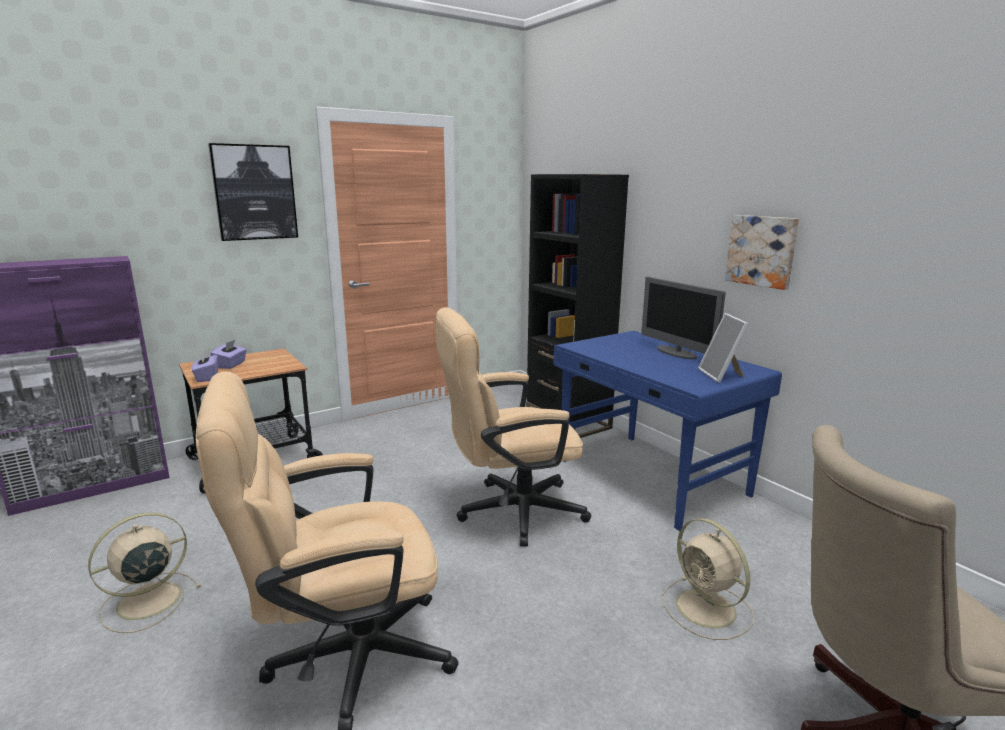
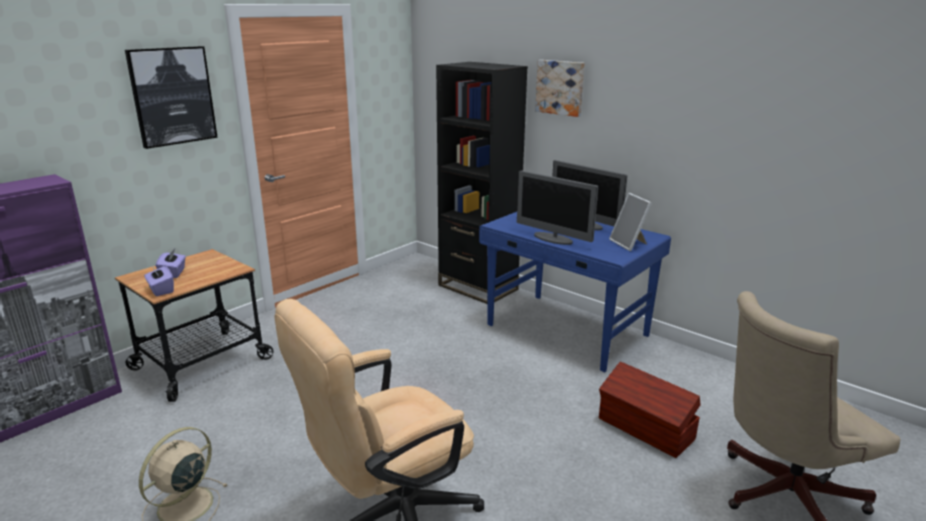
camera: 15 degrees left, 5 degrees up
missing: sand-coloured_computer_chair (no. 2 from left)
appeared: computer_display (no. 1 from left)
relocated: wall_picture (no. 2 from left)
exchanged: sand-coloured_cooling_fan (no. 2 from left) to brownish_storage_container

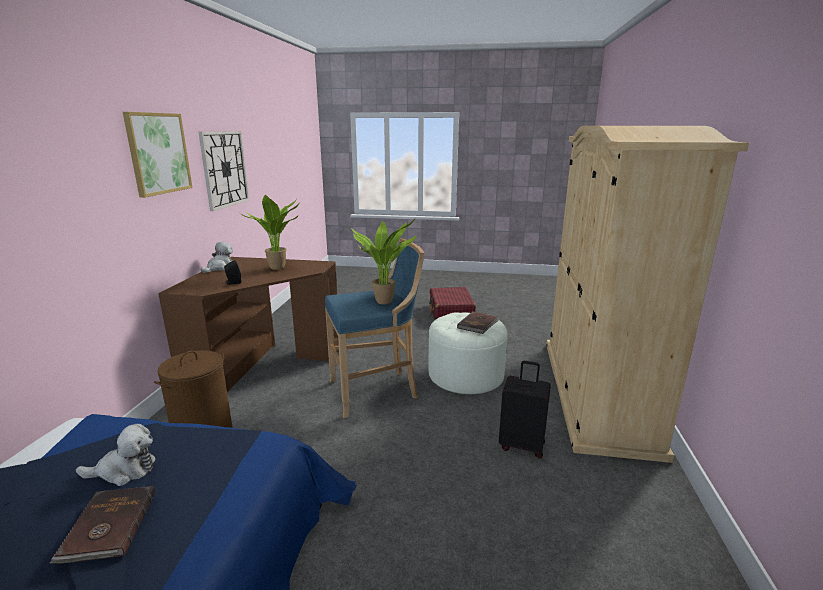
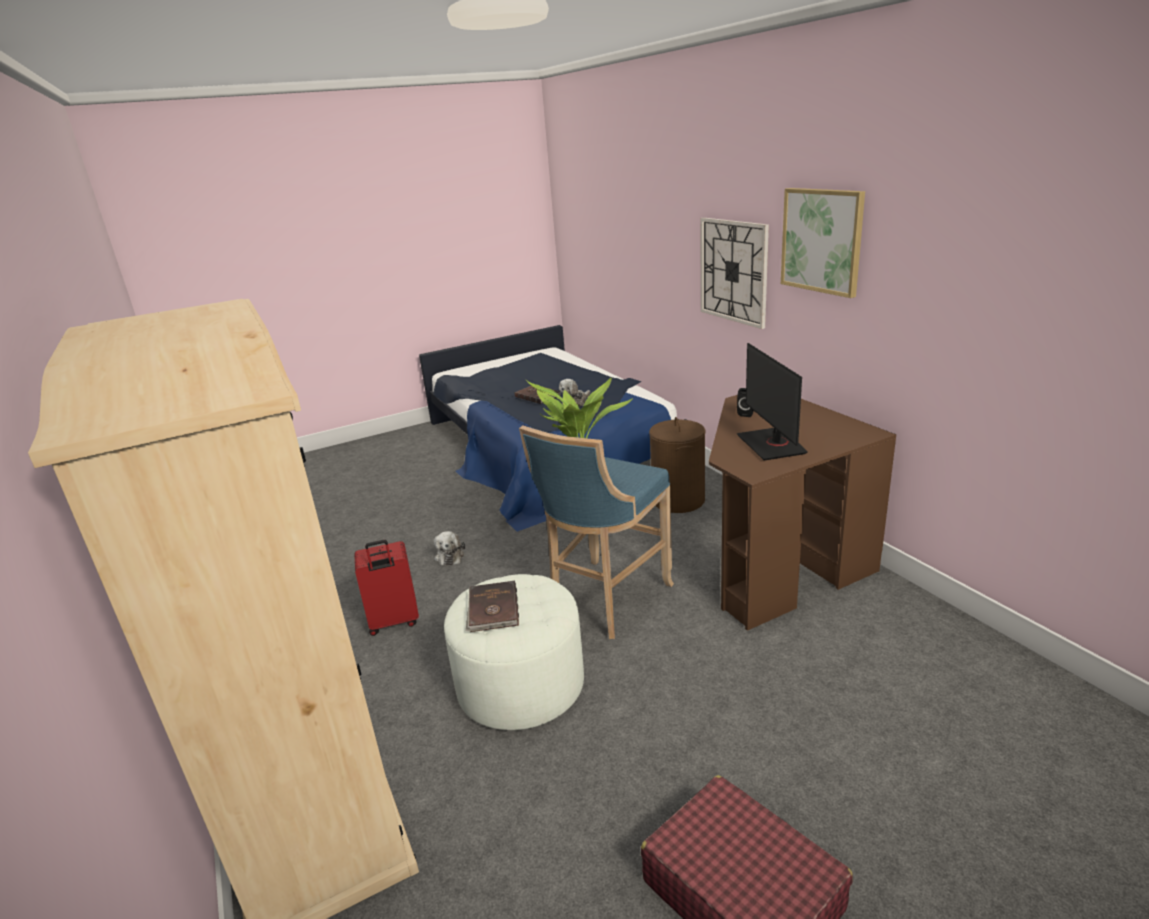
camera: 145 degrees right, 5 degrees up
relocated: wall_clock; plush_toy (no. 2 from left in the first image) to plush_toy (no. 1 from left)
exchanged: plant_in_a_pot (no. 1 from left) to computer_display
colour: blackish_suitcase to reddish_suitcase (no. 1 from left)

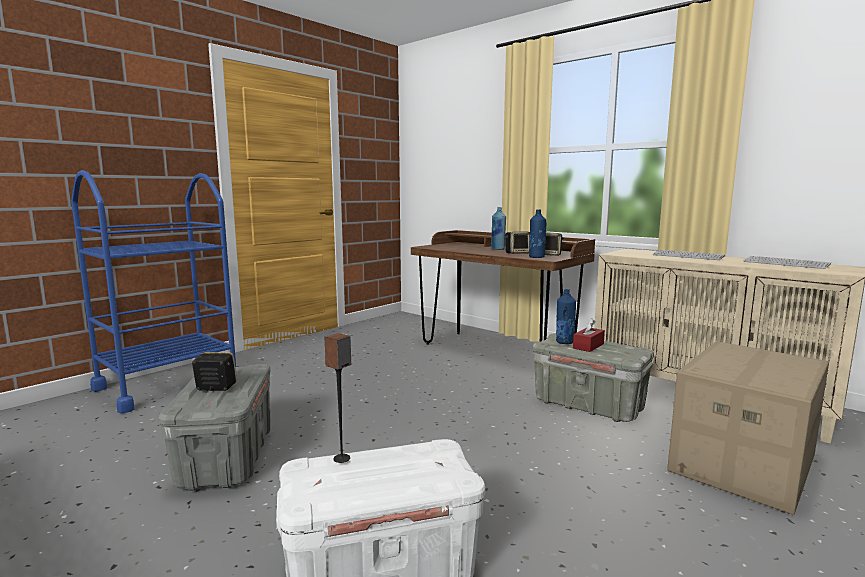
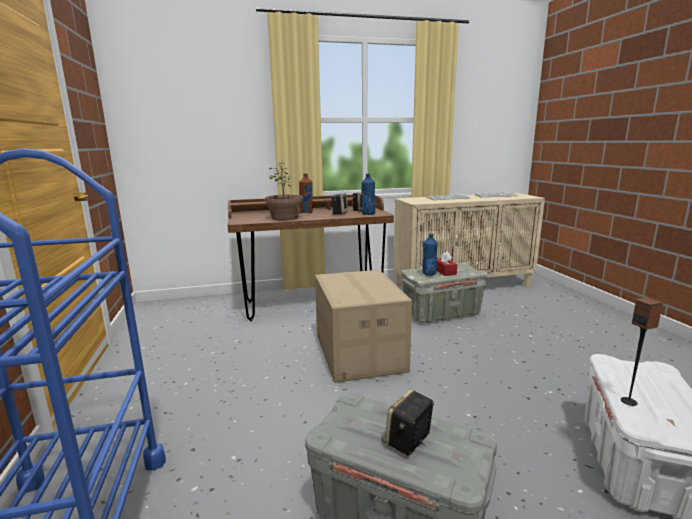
camera: 55 degrees left, 5 degrees up
appeared: plant_in_a_pot
relocated: carton
colour: blue-coloured_bottle (no. 1 from left) to brownish_bottle

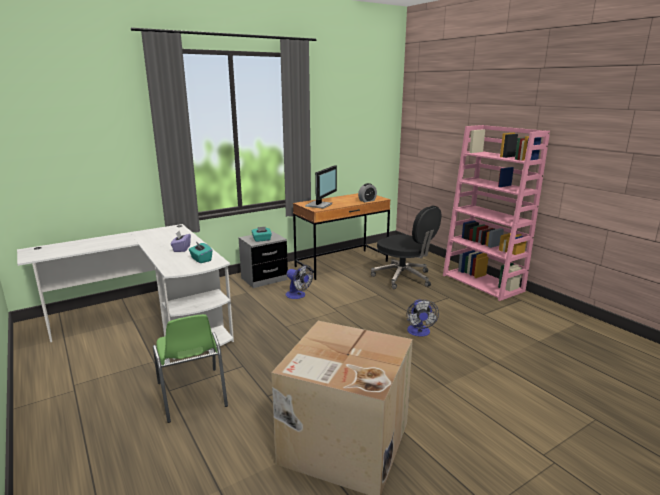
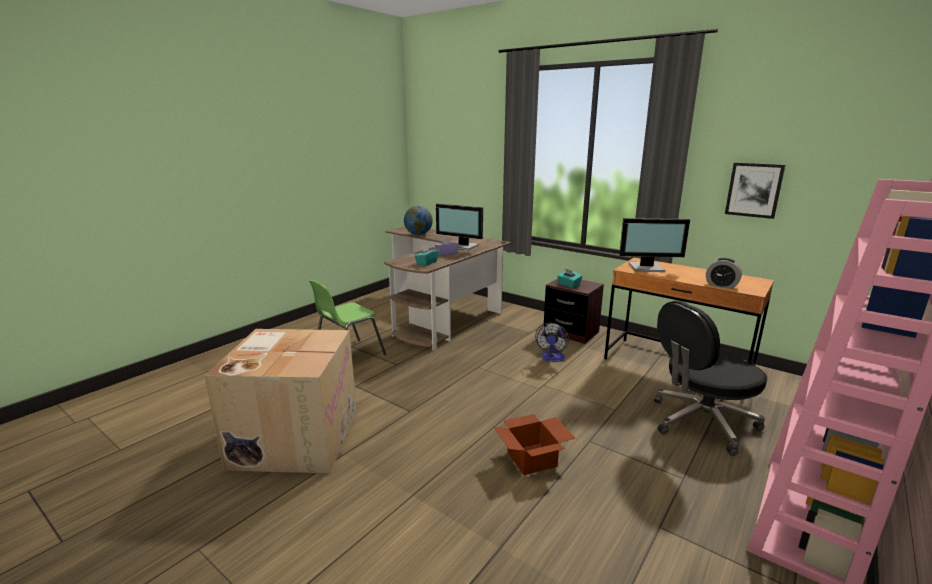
camera: 70 degrees right, 0 degrees up
appeared: wall_picture; computer_display (no. 1 from left); desk_globe
exchanged: cooling_fan (no. 2 from left) to carton (no. 2 from left)
colour: white_desk_table to brownish_desk_table (no. 1 from left); greyish_bedside_table to brownish_bedside_table
spun: blackish_computer_chair 45 degrees clockwise

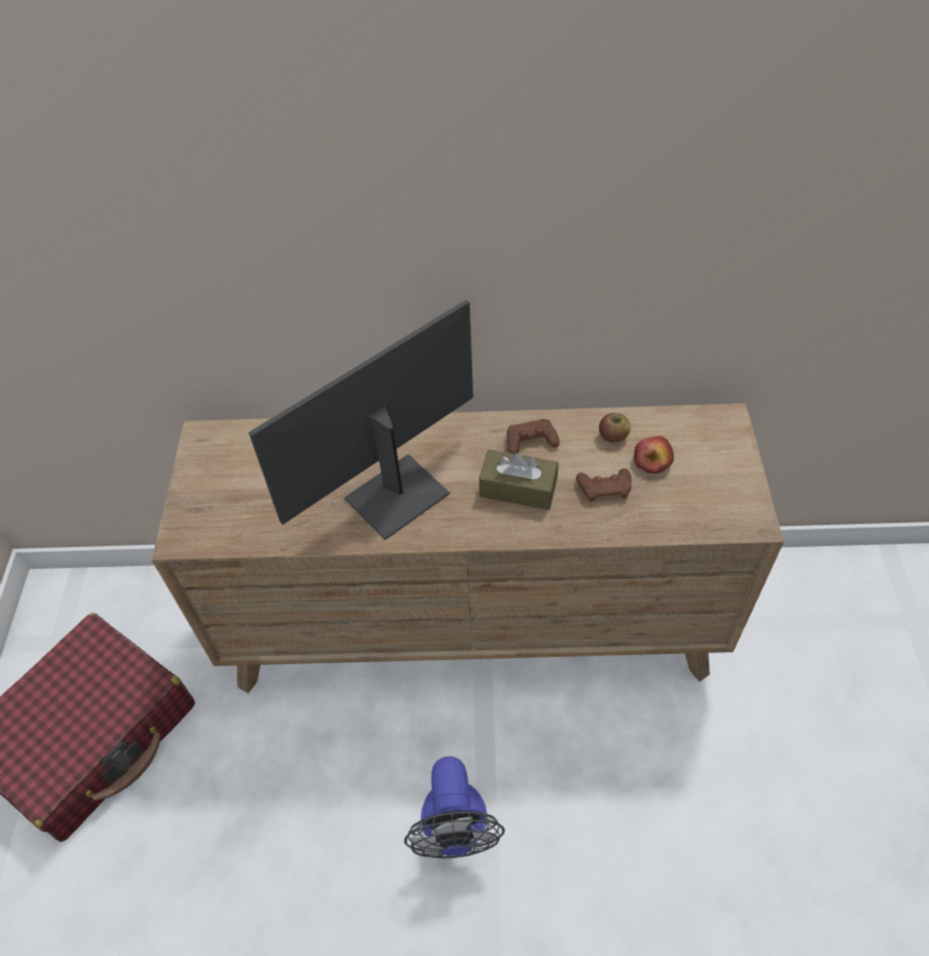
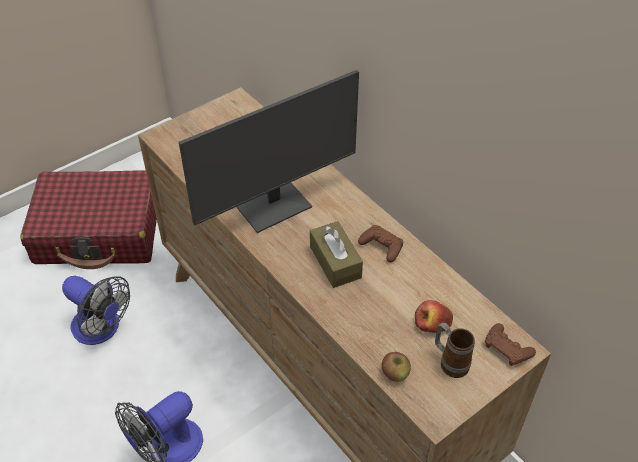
camera: 50 degrees right, 5 degrees down
appeared: cooling_fan (no. 1 from left); coffee_mug
relocated: apple_fruit (no. 1 from left); brownish_joypad (no. 2 from left)
spun: computer_display 135 degrees clockwise

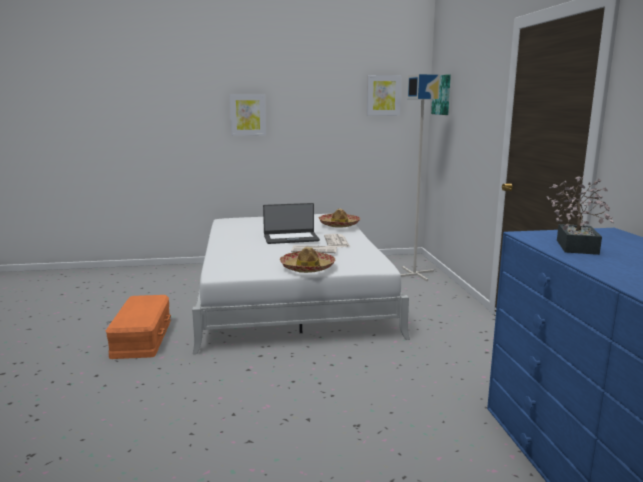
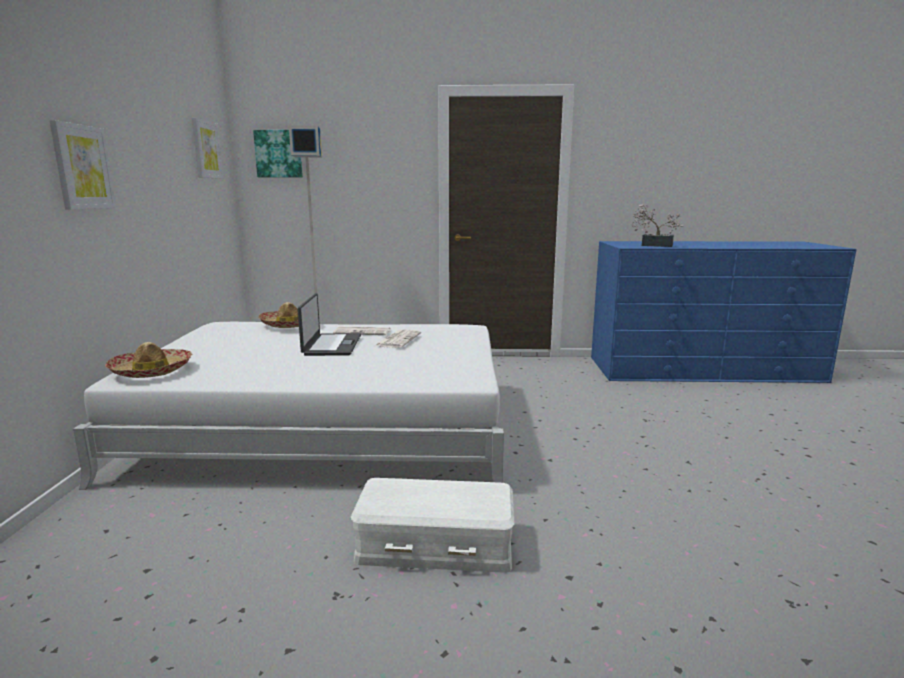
camera: 80 degrees left, 0 degrees up
relocated: hat (no. 1 from left)
colour: orangey_storage_container to white_storage_container

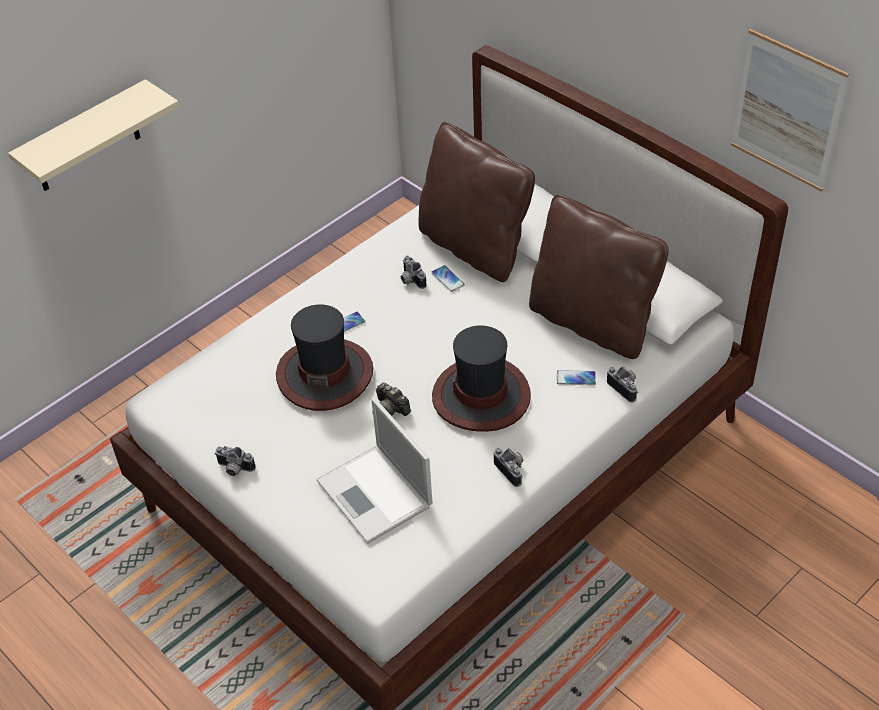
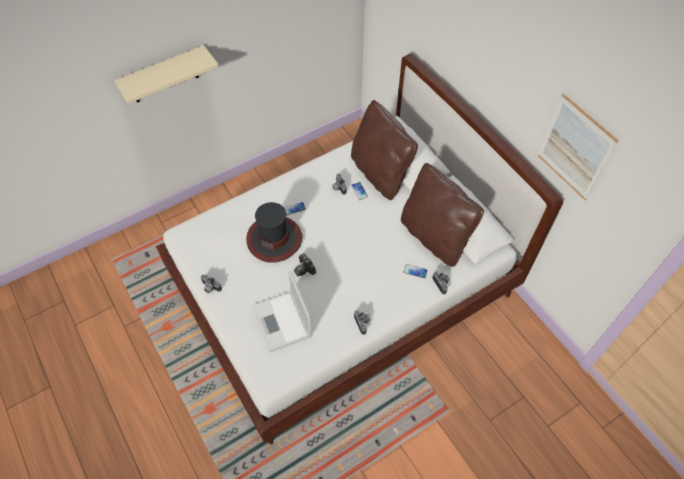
camera: 10 degrees right, 10 degrees up
missing: hat (no. 2 from left)

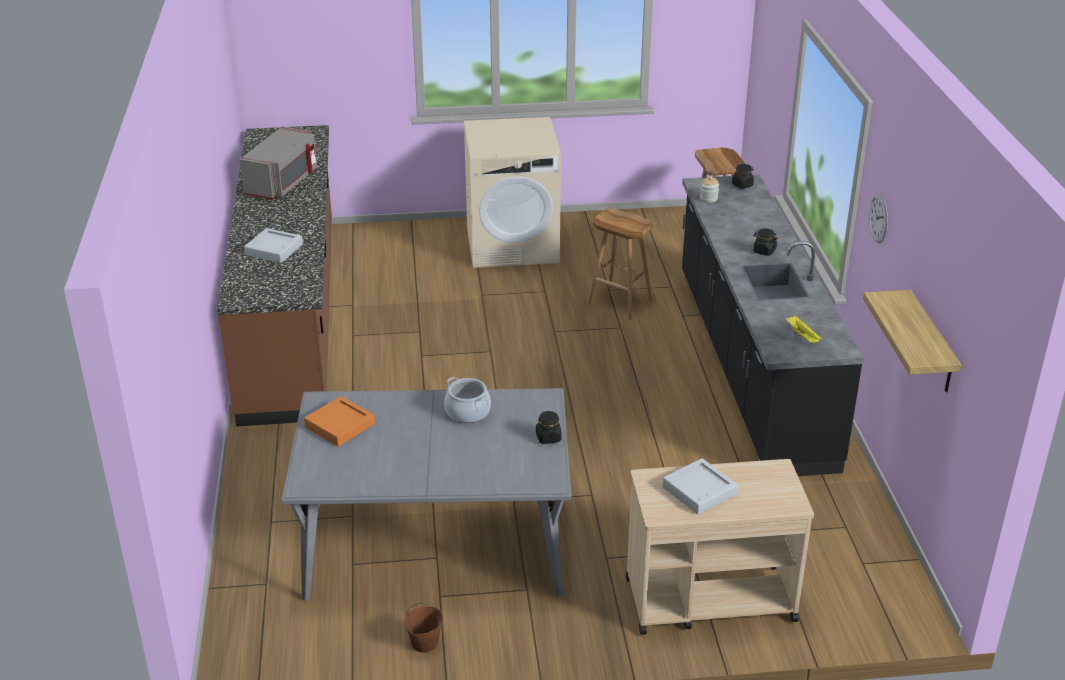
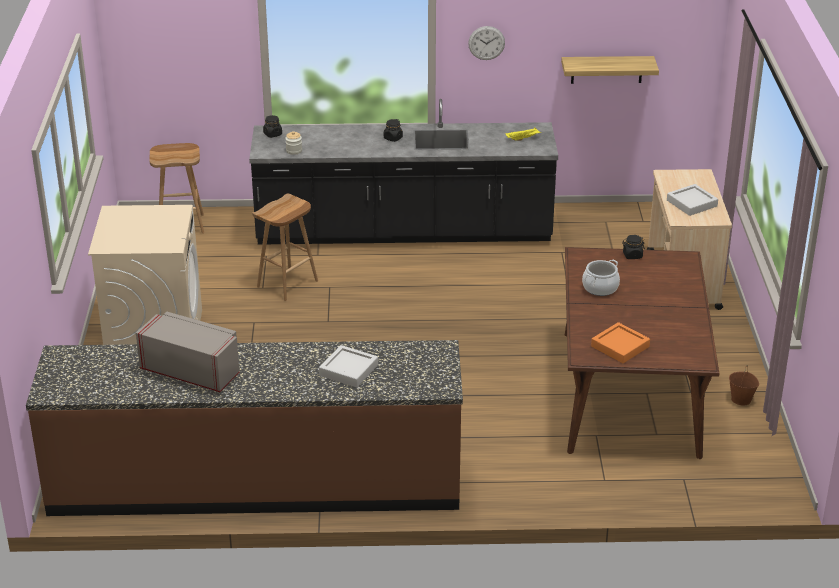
camera: 85 degrees left, 0 degrees up
colour: greyish_kitchen_table to brownish_kitchen_table

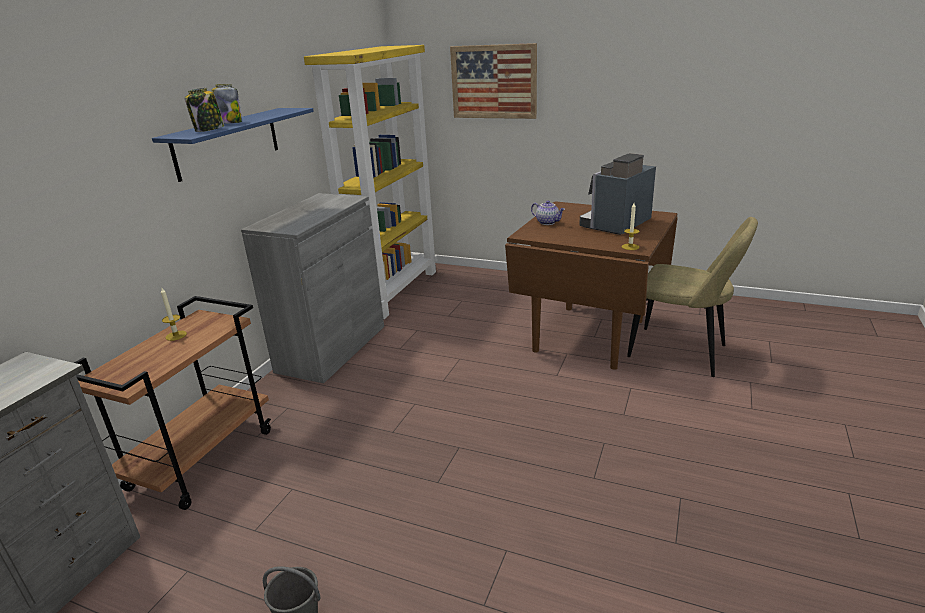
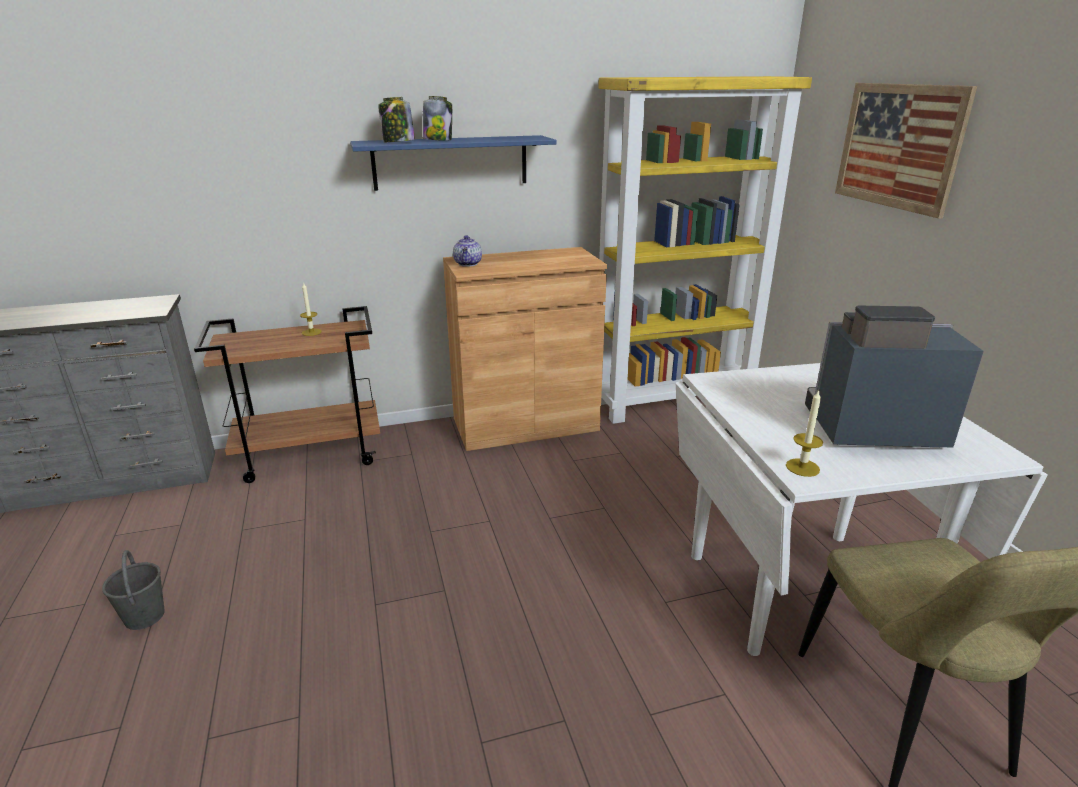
camera: 50 degrees right, 0 degrees up
relocated: teapot
colour: greyish_cabinet to brownish_cabinet; brownish_kitchen_table to white_kitchen_table

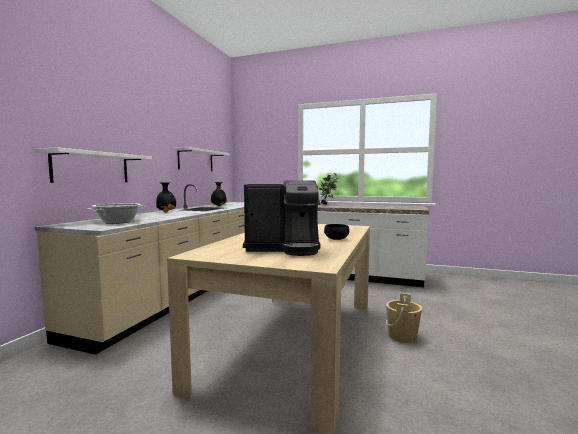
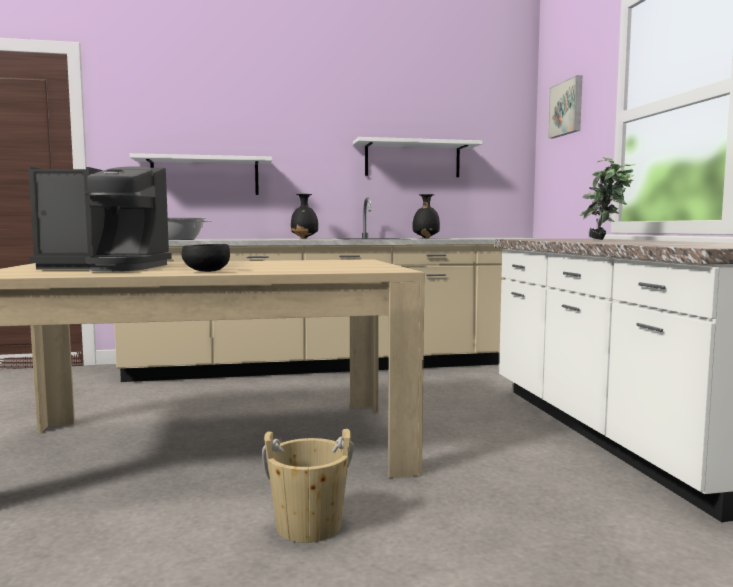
camera: 60 degrees right, 0 degrees up
appeared: wall_picture
spun: coffee_maker 60 degrees counterclockwise

